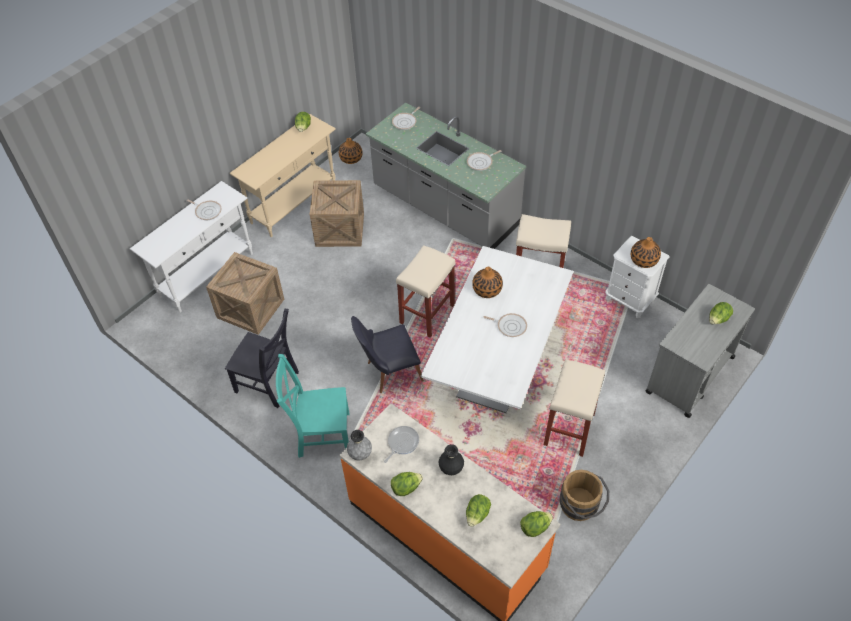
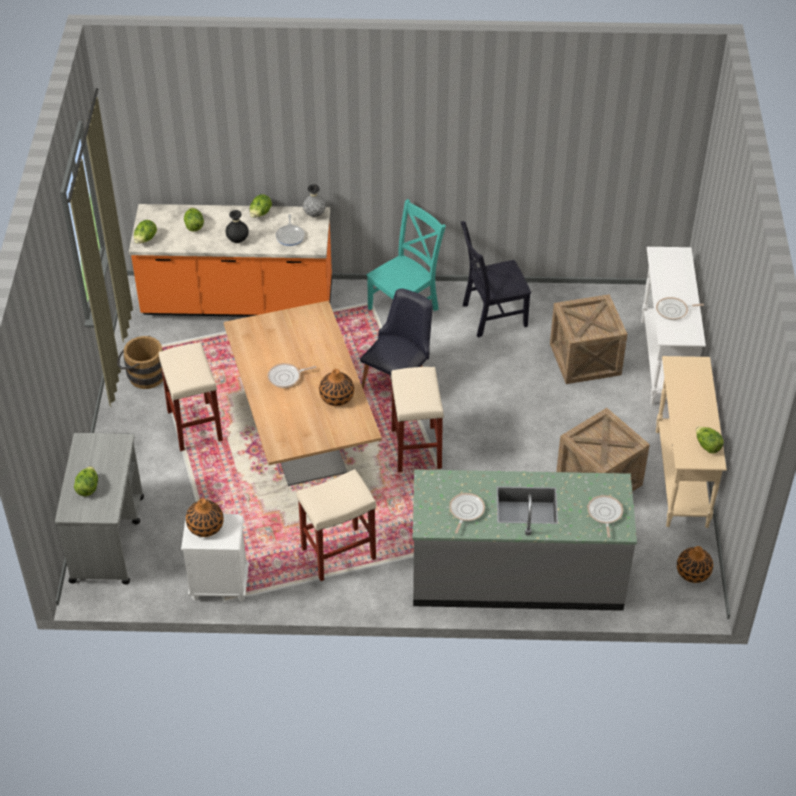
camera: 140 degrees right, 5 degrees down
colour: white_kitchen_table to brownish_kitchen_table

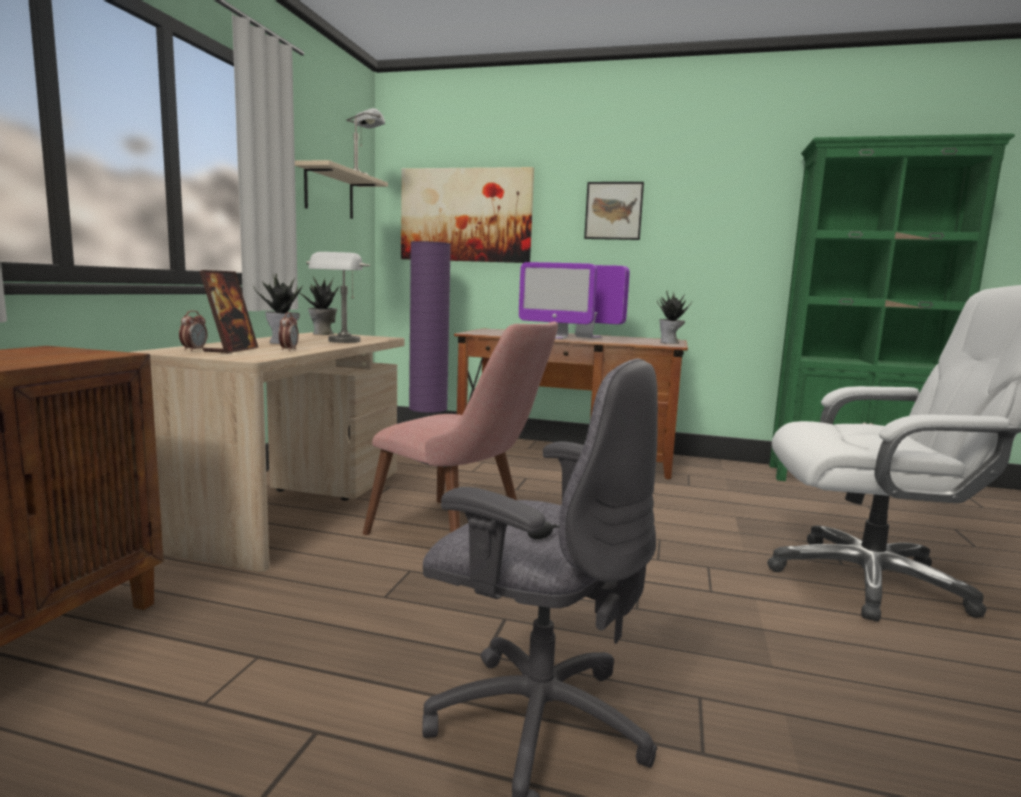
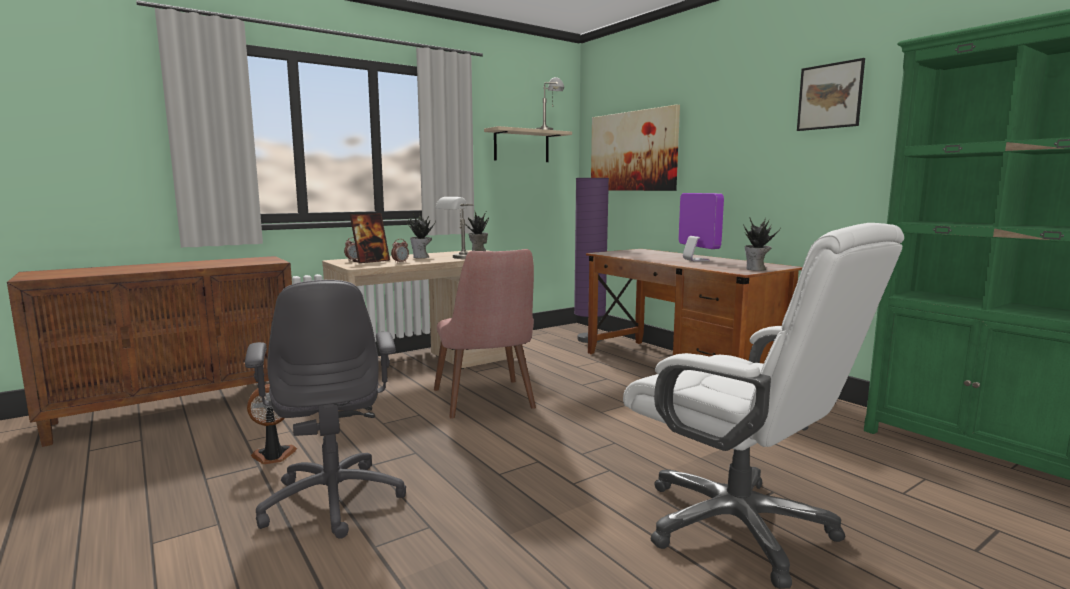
camera: 40 degrees right, 0 degrees up
missing: computer_display (no. 1 from left)
appeared: cooling_fan
relocated: wall_picture (no. 2 from left)

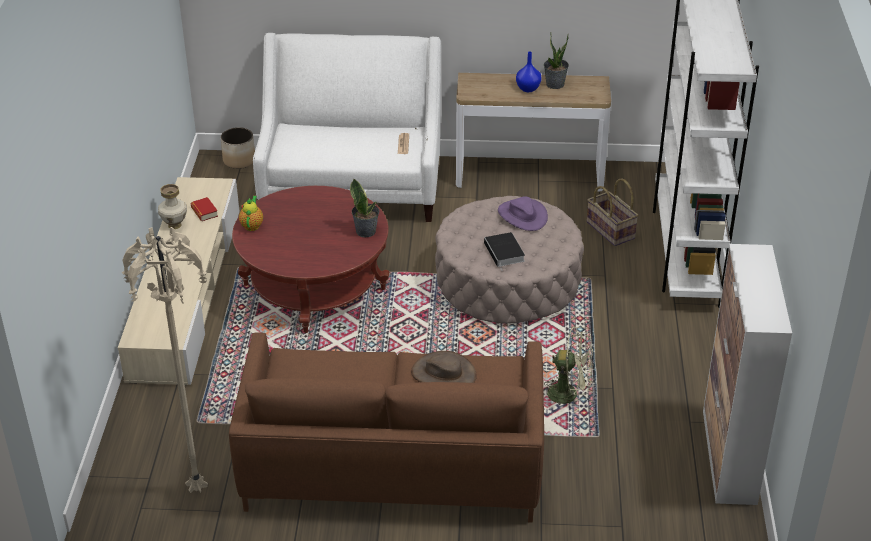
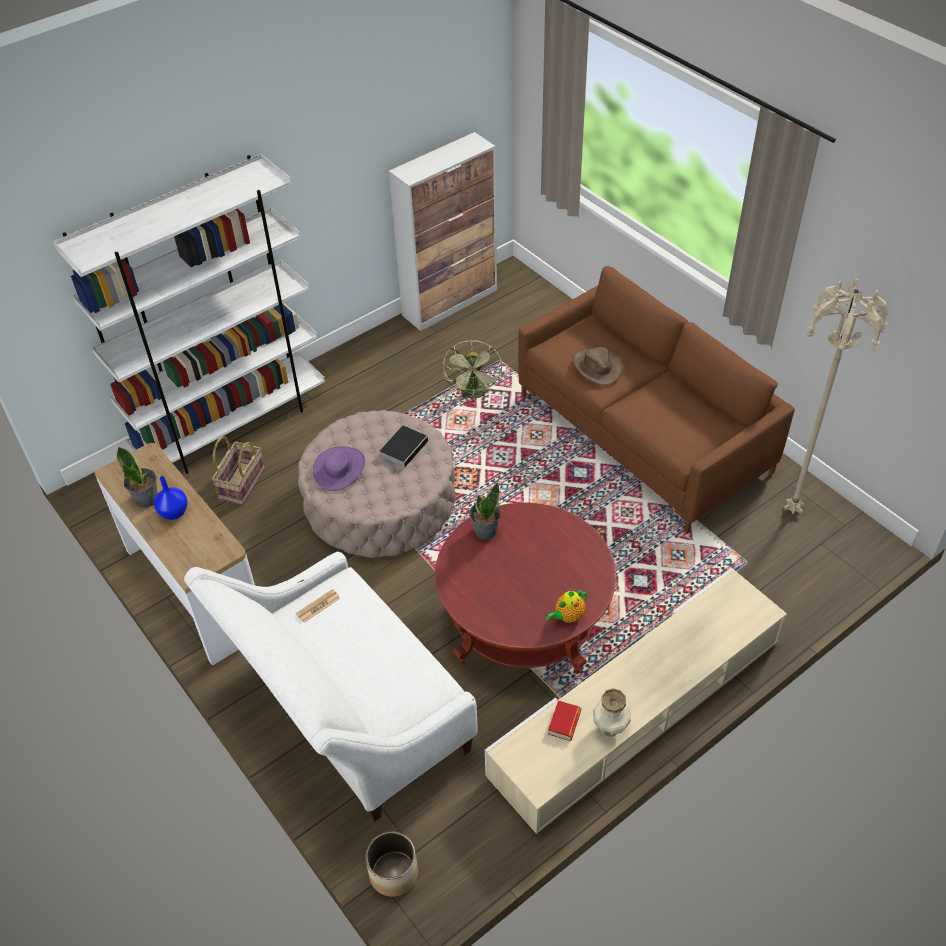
camera: 130 degrees left, 10 degrees up
spun: green_cooling_fan 150 degrees counterclockwise

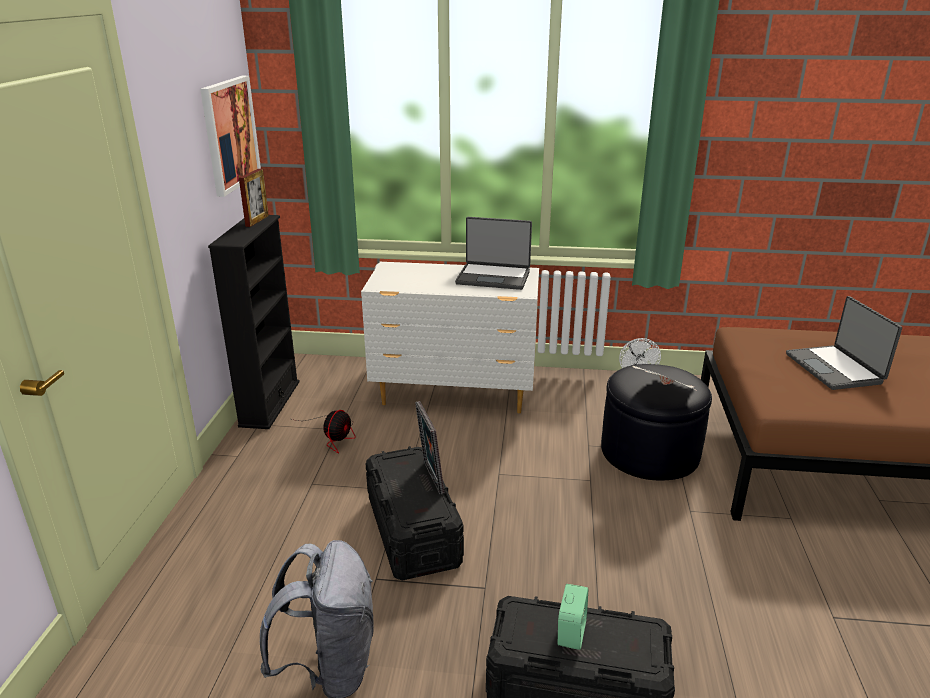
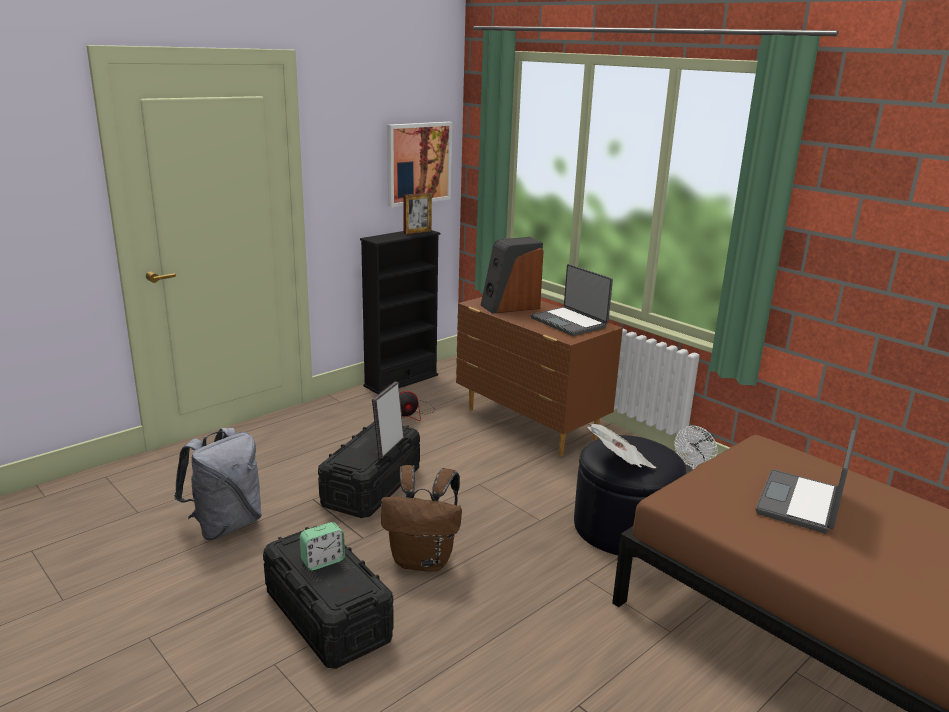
camera: 40 degrees right, 5 degrees down
appeared: audio_speaker; brownish_knapsack
colour: white_dresser to brownish_dresser

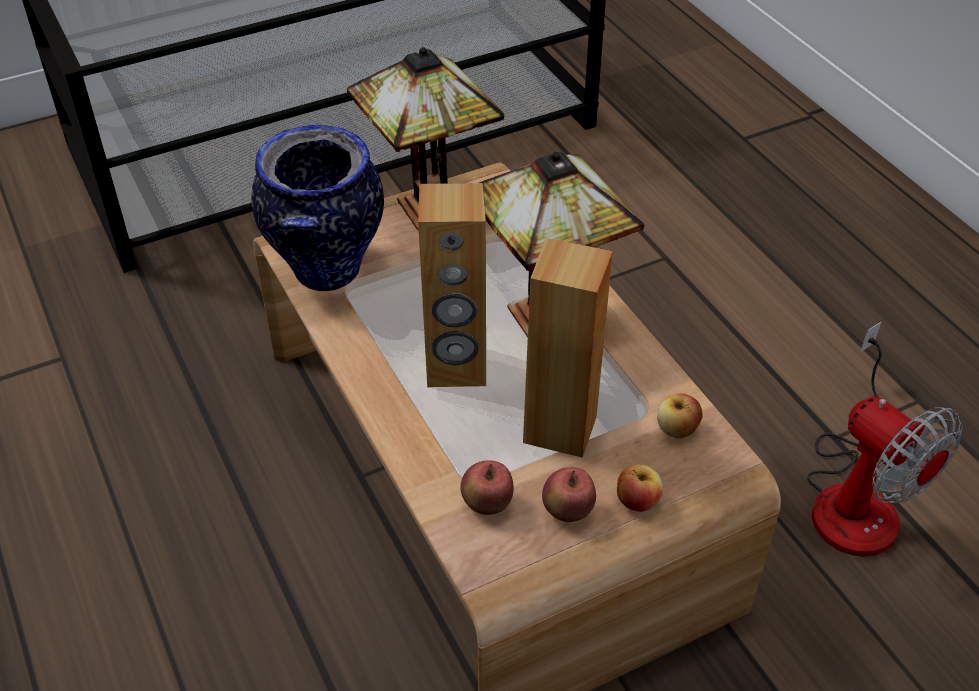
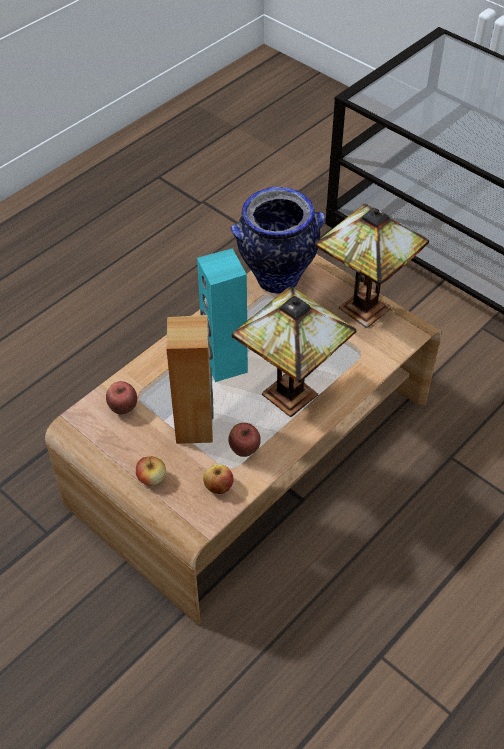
camera: 70 degrees right, 5 degrees up
missing: cooling_fan
relocated: apple_fruit (no. 2 from left in the first image) to apple_fruit (no. 4 from left)
colour: brownish_audio_speaker (no. 1 from left) to blue-green_audio_speaker

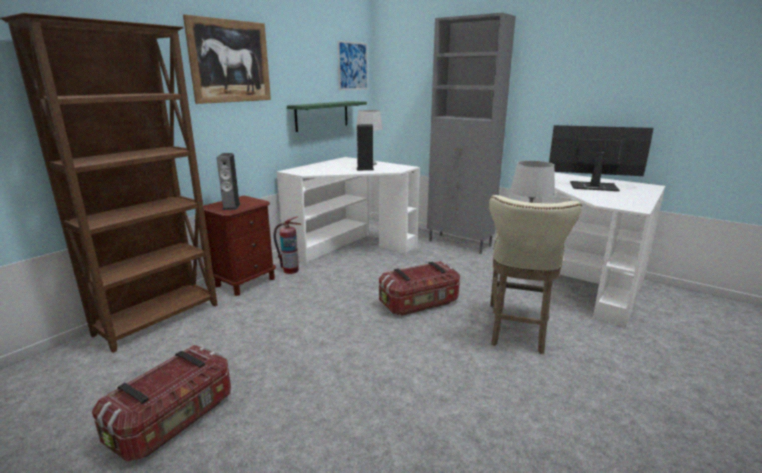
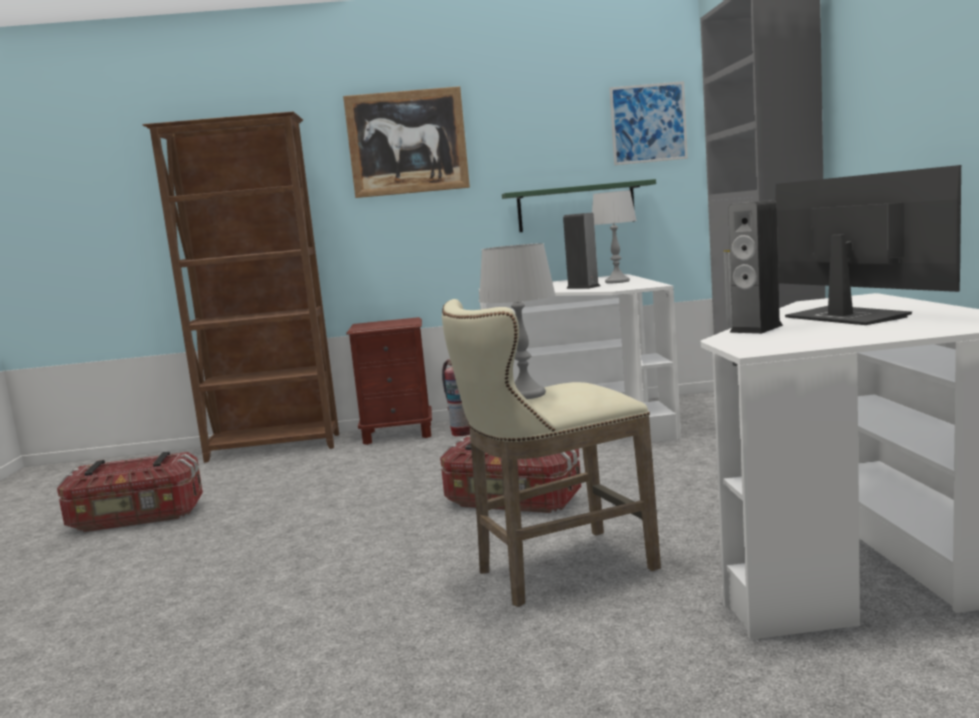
camera: 50 degrees right, 10 degrees down
relocated: audio_speaker (no. 1 from left in the first image) to audio_speaker (no. 2 from left)

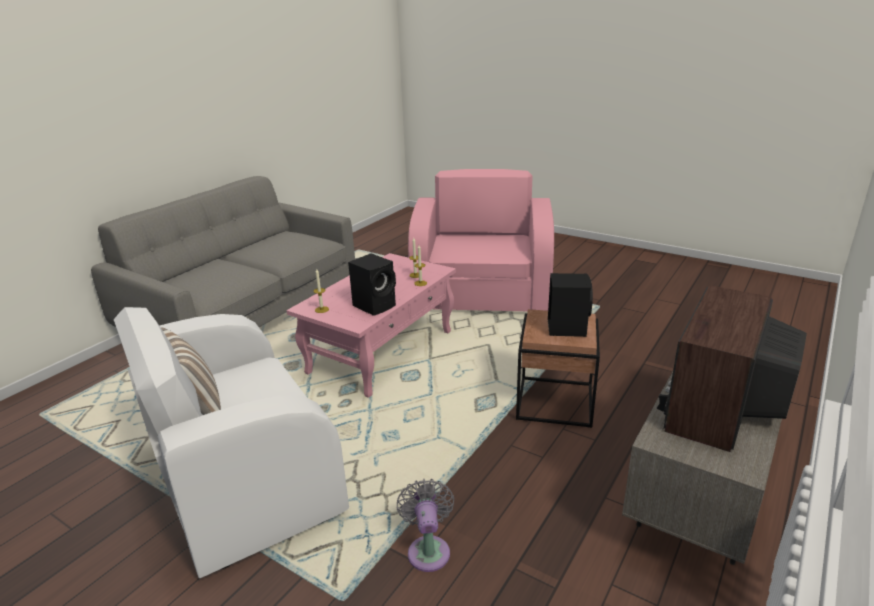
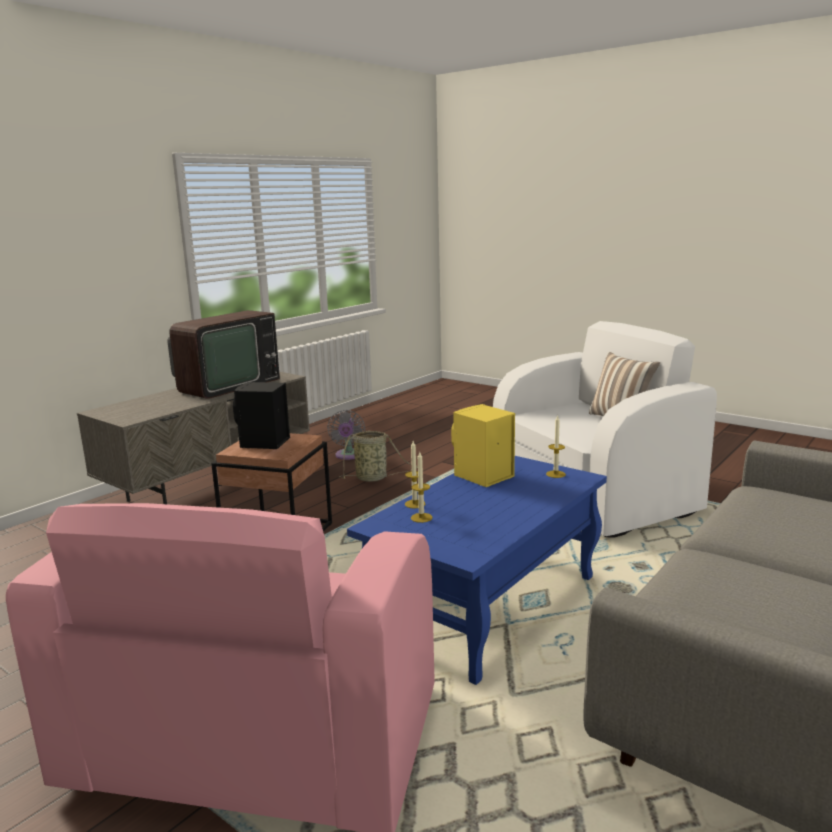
camera: 175 degrees left, 10 degrees down
appeared: storage_basket
relocated: greyish_cooling_fan
colour: pink_lounge_table to blue-coloured_lounge_table; blackish_audio_speaker (no. 1 from left) to yellowish_audio_speaker

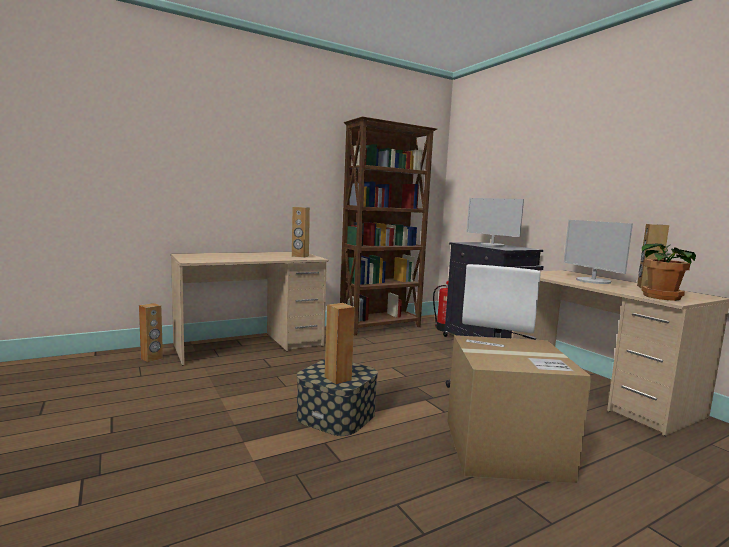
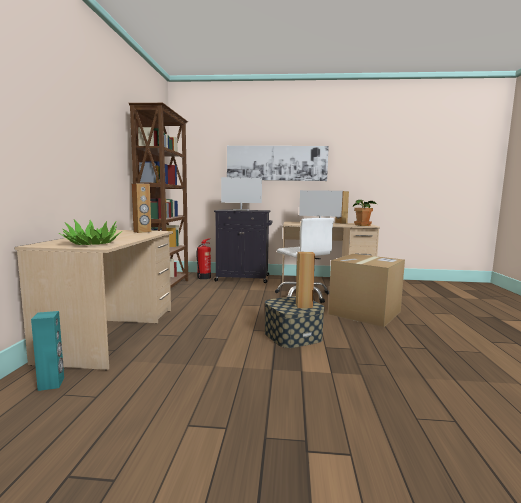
camera: 55 degrees left, 0 degrees up
appeared: wall_picture; plant_in_a_pot (no. 1 from left)
colour: brownish_audio_speaker (no. 1 from left) to blue-green_audio_speaker

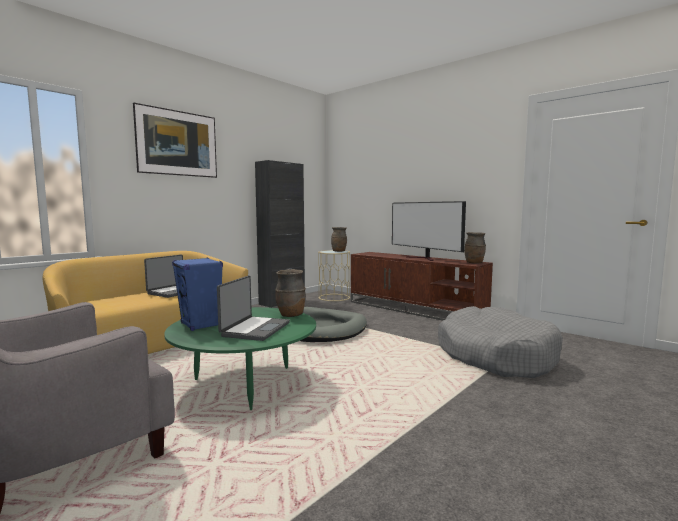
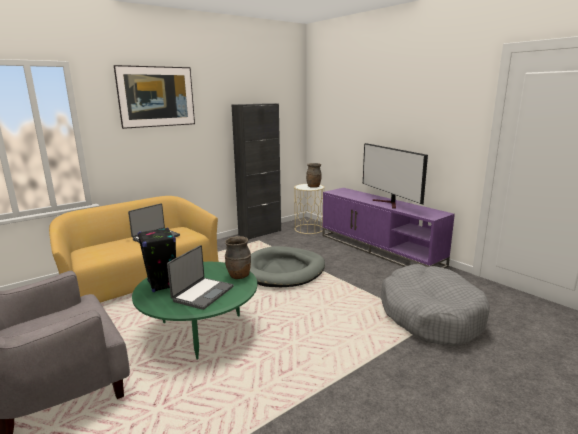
camera: 10 degrees right, 10 degrees up
missing: brownish_vase (no. 3 from left)
colour: brownish_tv_unit to purplish_tv_unit; blue-coloured_audio_speaker to blackish_audio_speaker

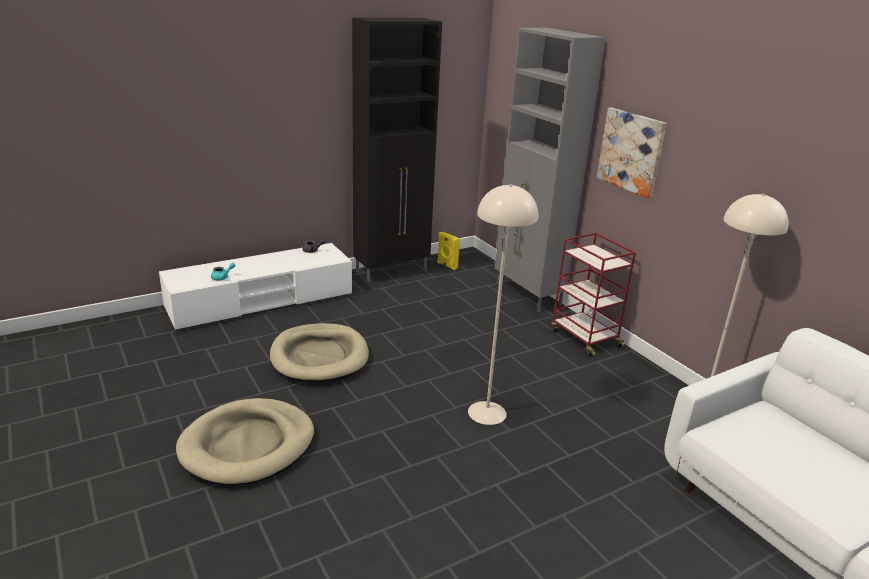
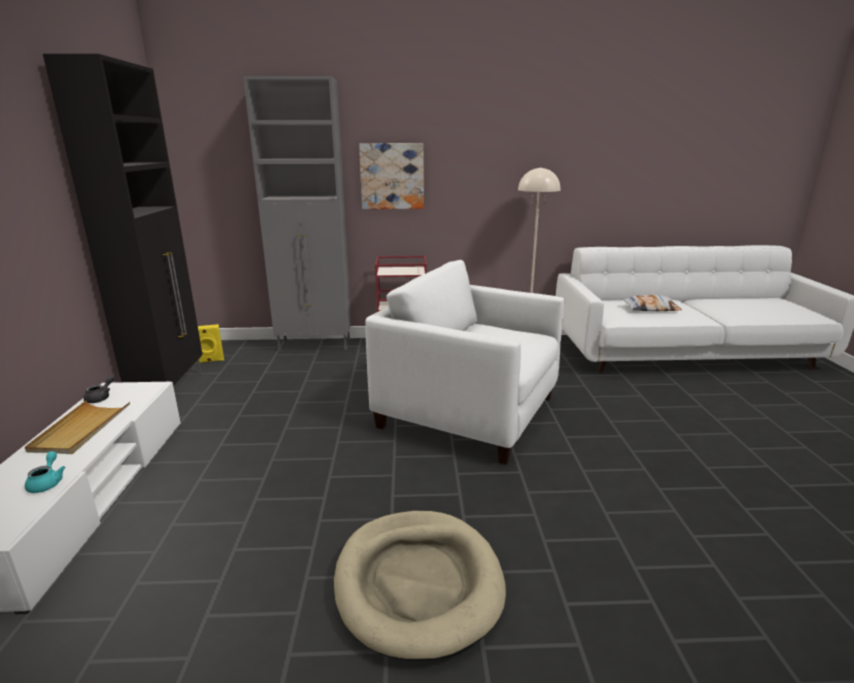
camera: 60 degrees left, 5 degrees down
missing: sand-coloured_pet_bed (no. 2 from left)
appeared: cushion; sand-coloured_tray
exchanged: sand-coloured_floor_lamp (no. 1 from left) to white_lounge_chair

